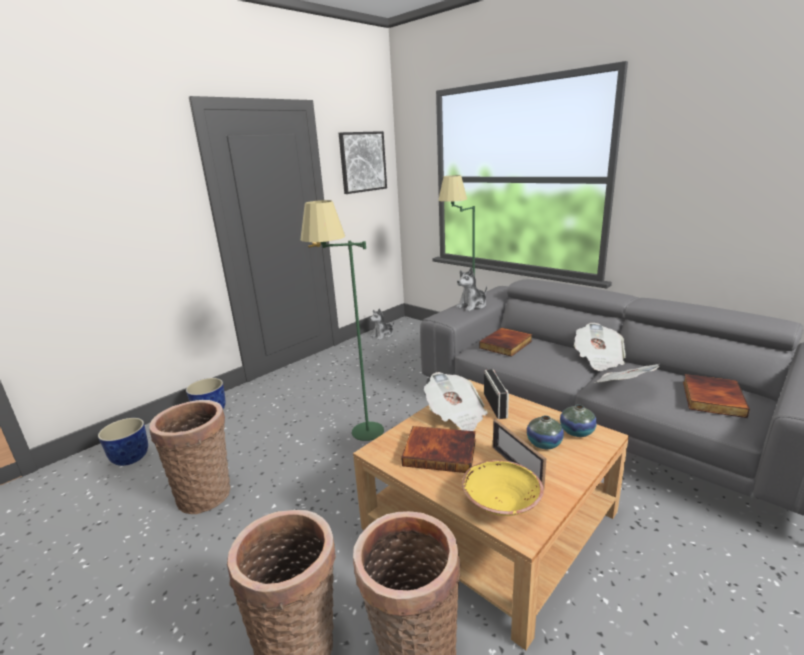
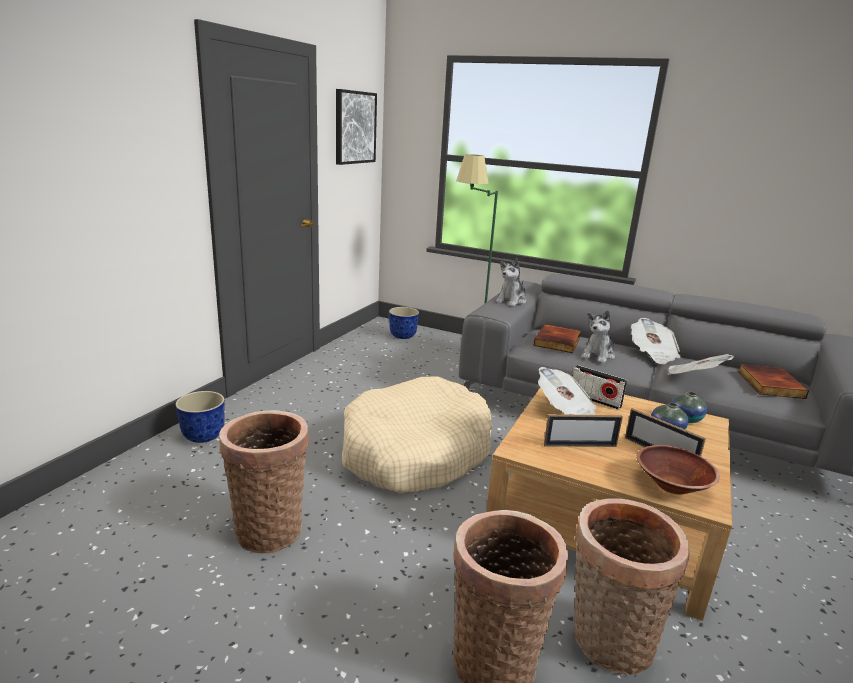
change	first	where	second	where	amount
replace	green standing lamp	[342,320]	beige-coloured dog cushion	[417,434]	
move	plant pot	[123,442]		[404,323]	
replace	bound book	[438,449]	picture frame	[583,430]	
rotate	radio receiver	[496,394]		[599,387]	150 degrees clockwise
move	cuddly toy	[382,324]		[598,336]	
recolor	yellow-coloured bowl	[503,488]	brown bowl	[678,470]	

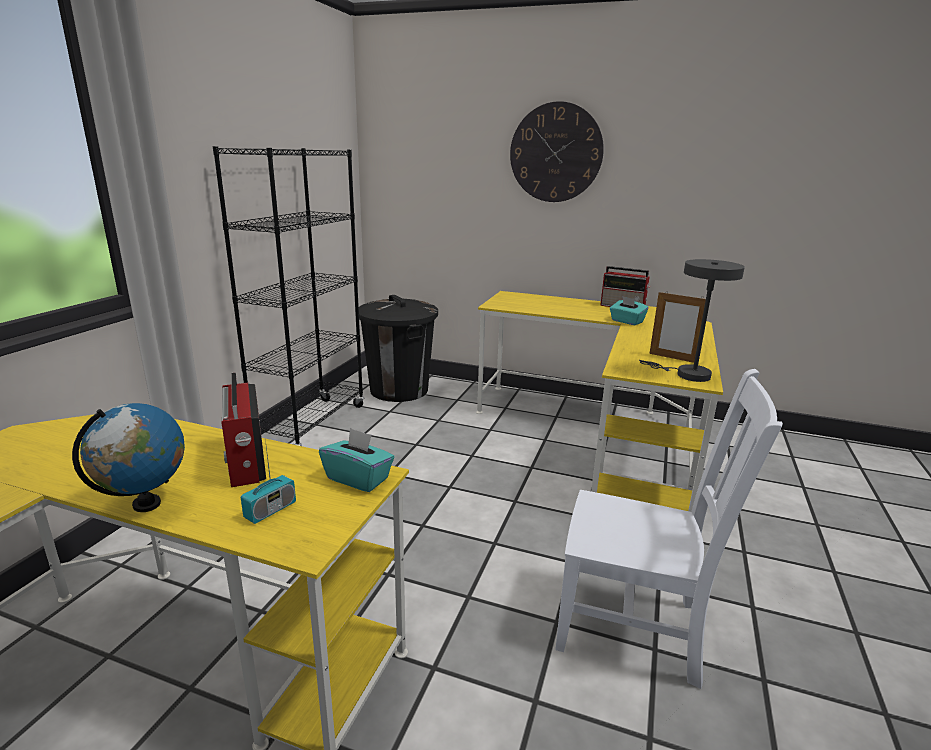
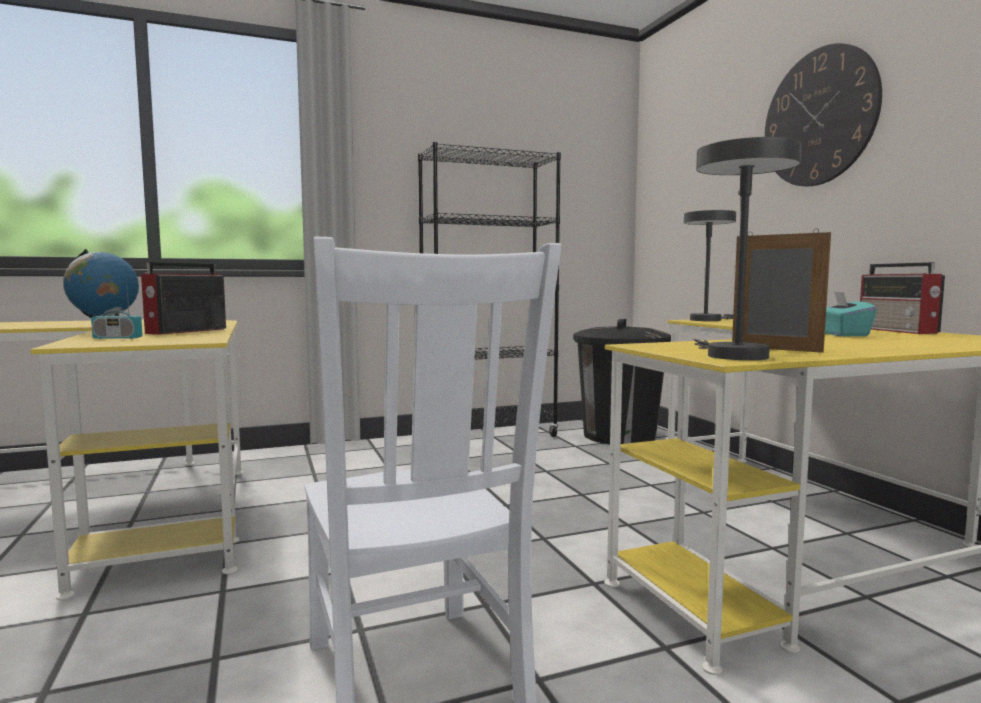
change	first	where	second	where	amount
insert			greyish lamp for a table	[710,265]	
rotate	picture frame	[677,327]		[781,291]	135 degrees clockwise
delete	turquoise tissue box	[356,460]			

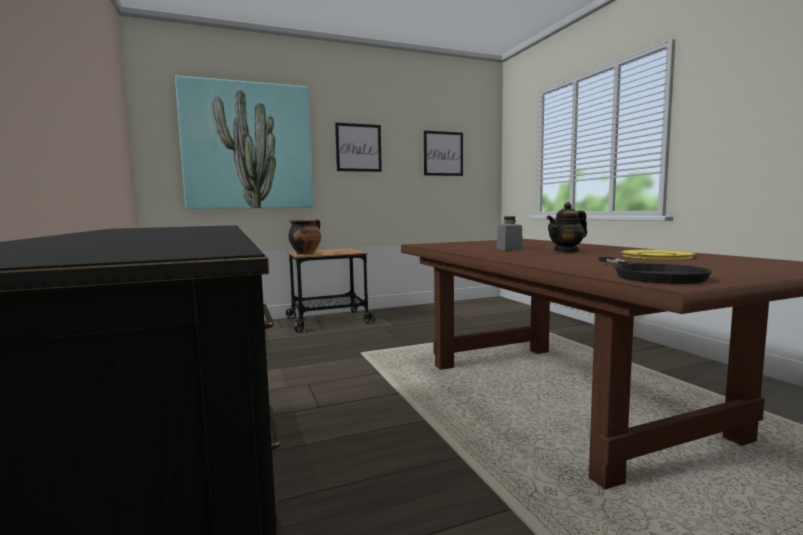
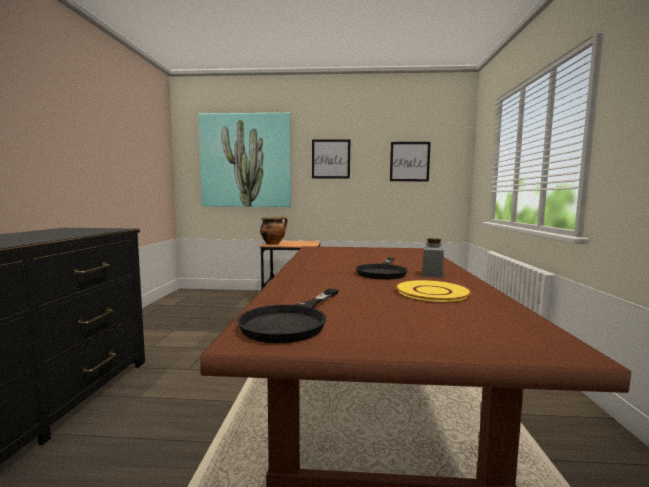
change	first	where	second	where	amount
replace	pot for tea	[567,227]	black skillet	[382,268]	
move	greyish storage jar	[510,233]		[433,258]	

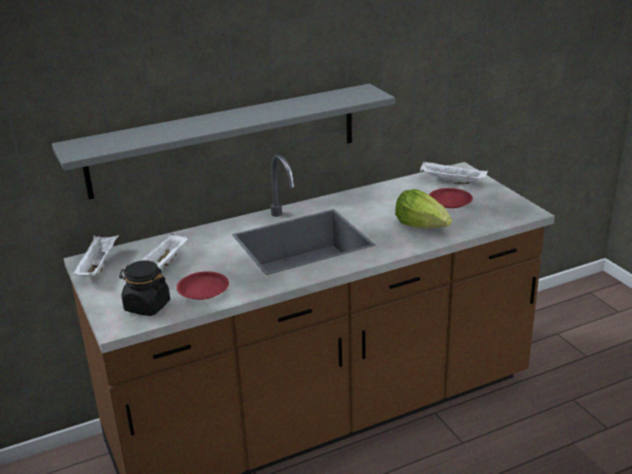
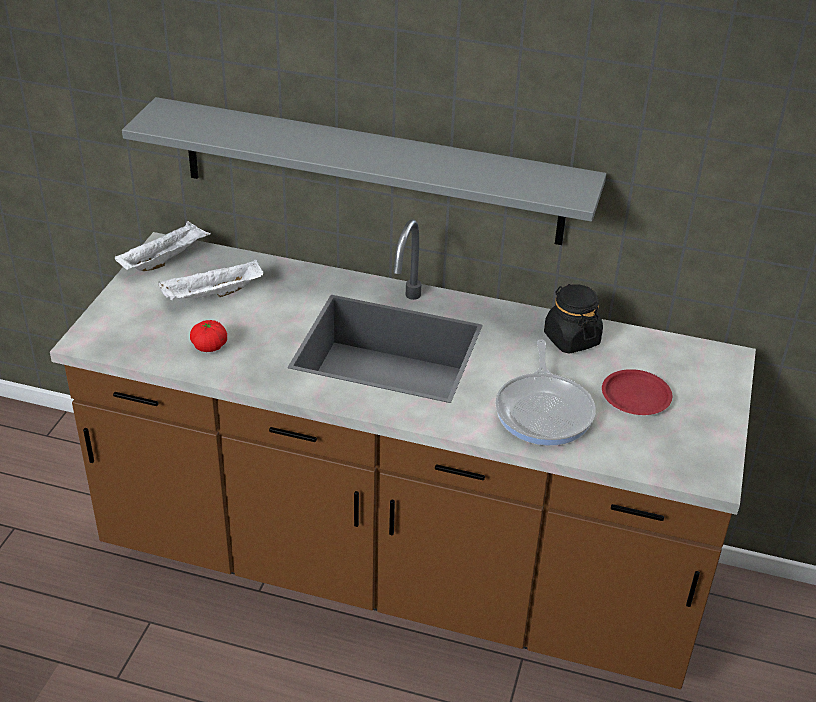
change	first	where	second	where	amount
replace	reddish plate	[202,285]	whole tomato	[208,336]	
replace	lettuce head	[423,208]	skillet	[545,393]	
move	black storage jar	[144,288]		[573,318]	
delete	whitish serving tray	[454,173]			

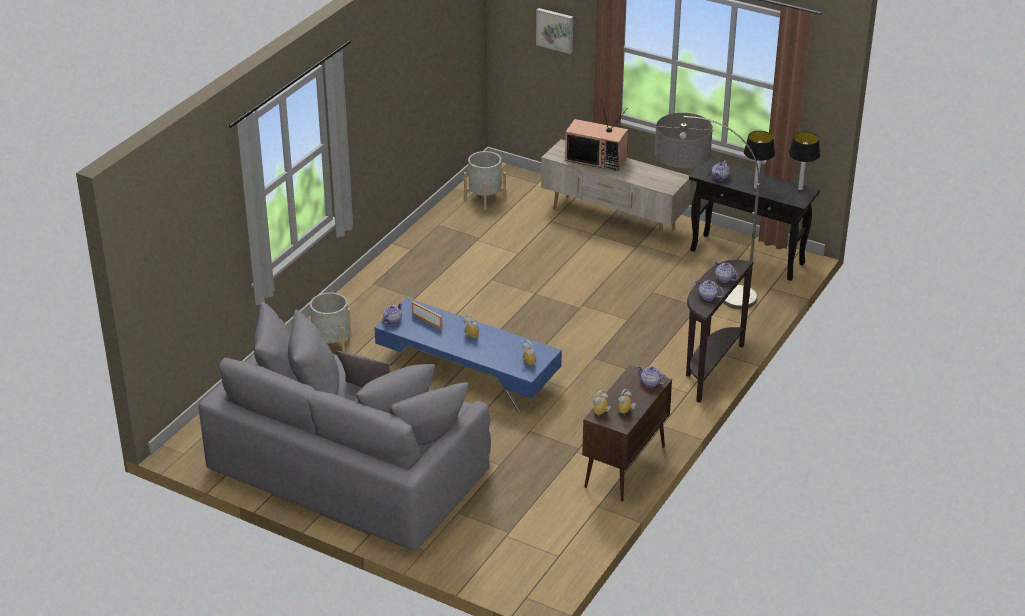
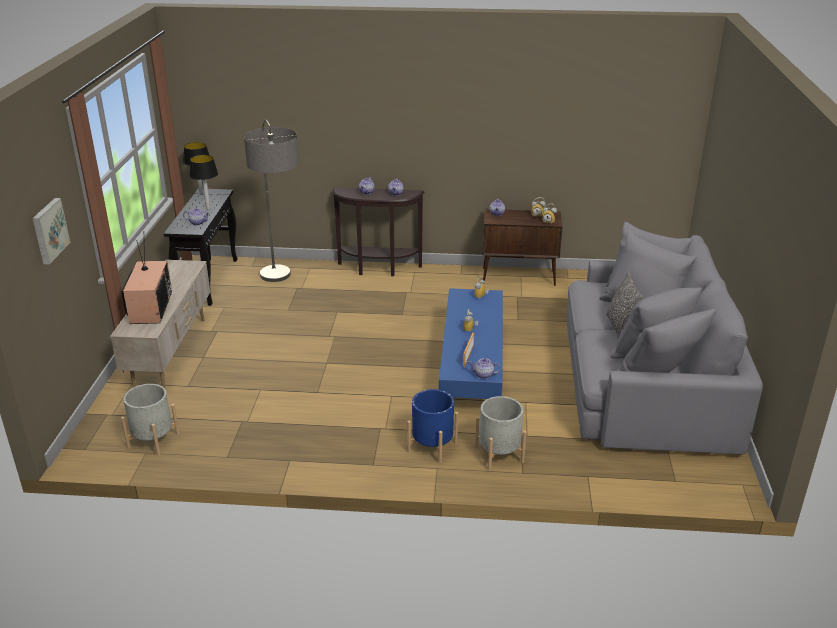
change	first	where	second	where	amount
insert			blue-coloured plant pot	[432,426]	

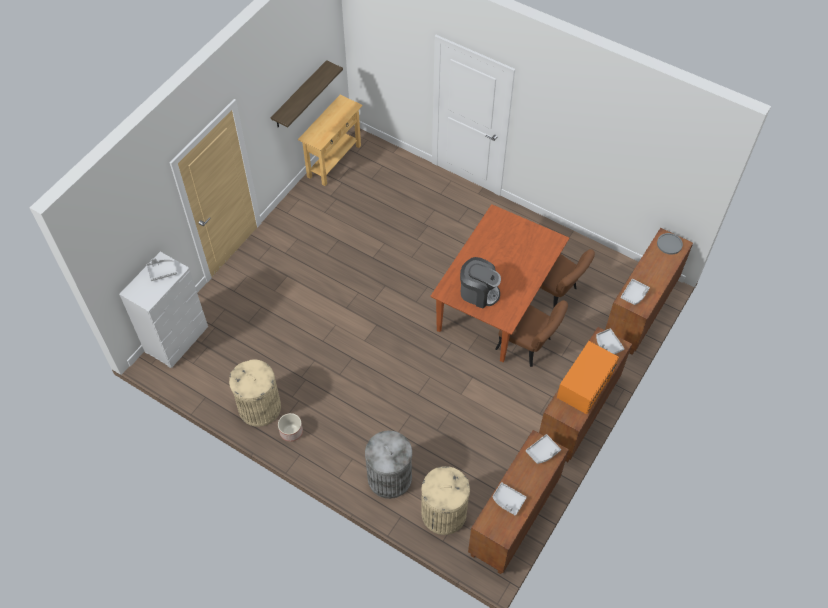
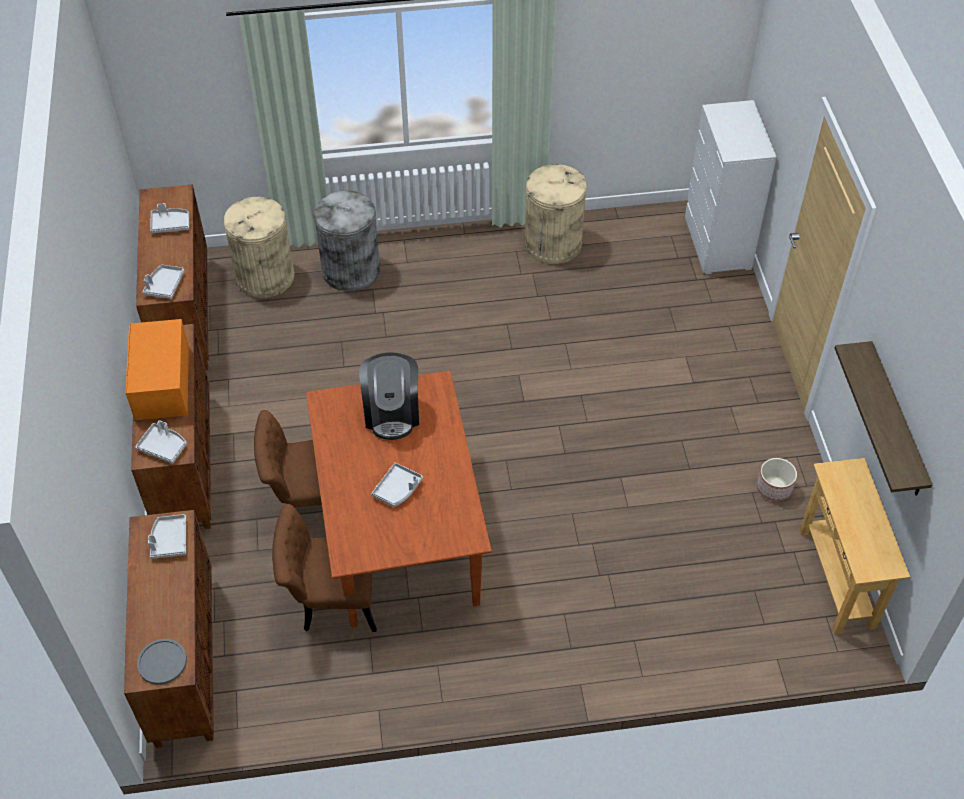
change	first	where	second	where	amount
rotate	coffee maker	[480,282]		[389,396]	75 degrees counterclockwise
move	greyish serving tray	[162,269]		[397,485]	
move	plant pot	[290,427]		[777,479]	

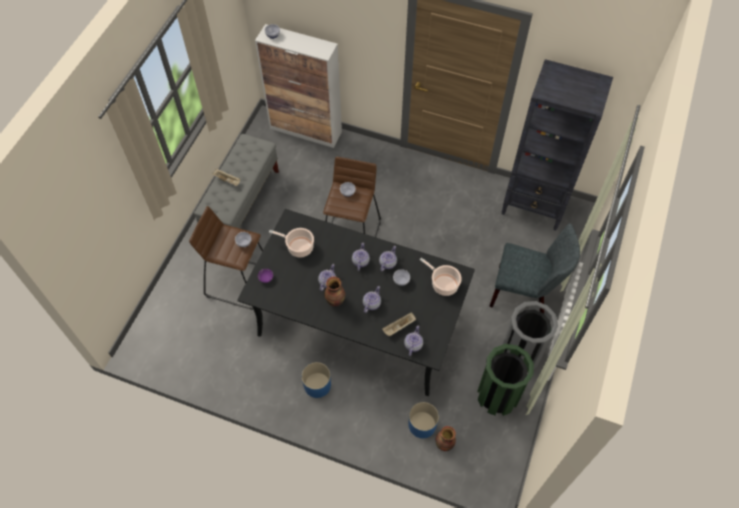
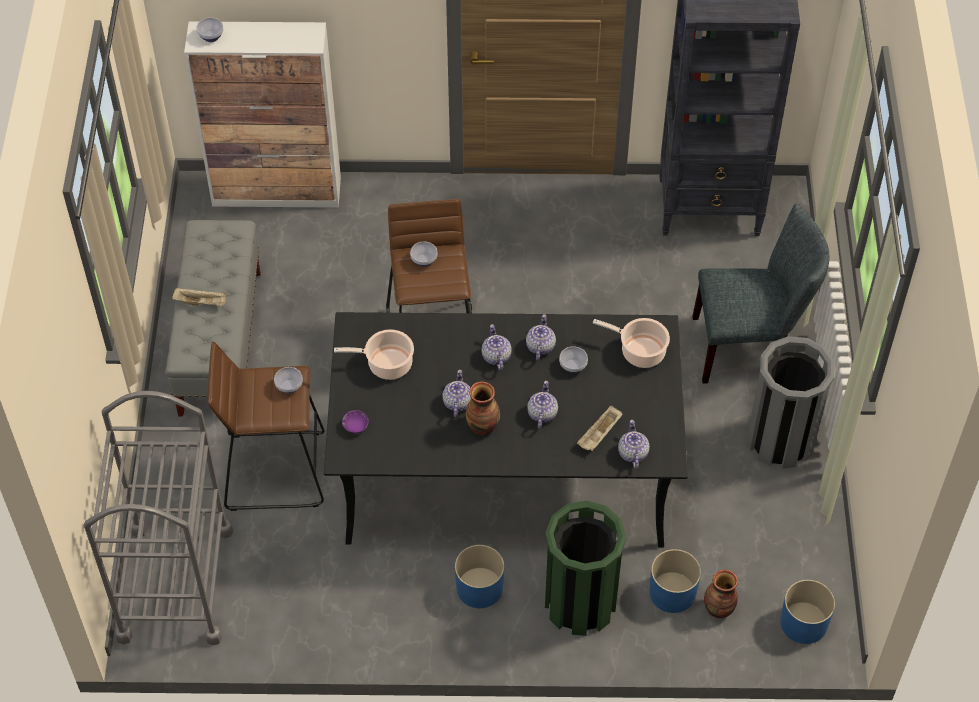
change	first	where	second	where	amount
insert			greyish trolley	[158,518]	
move	green waste bin	[505,380]		[585,568]	
insert			blue-coloured plant pot	[807,612]	

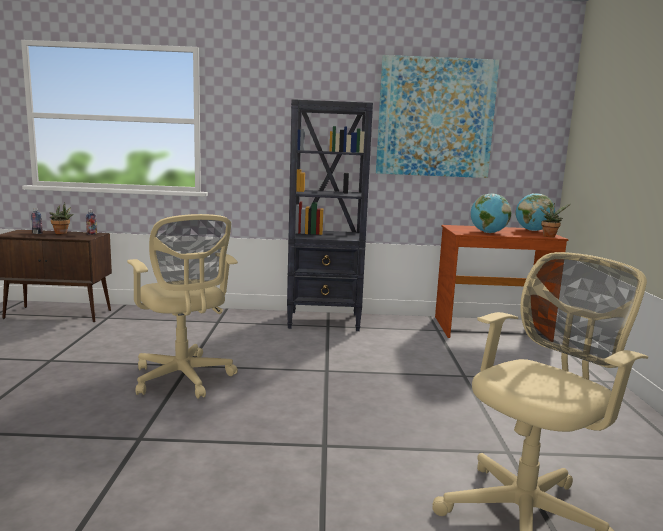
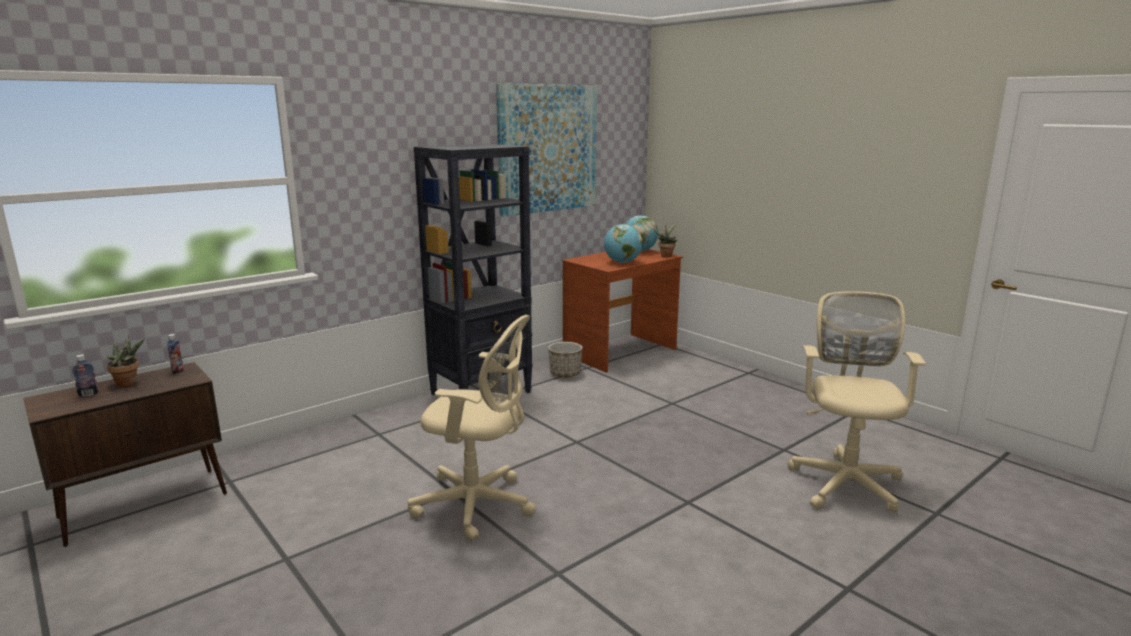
change	first	where	second	where	amount
insert			plant pot	[565,360]	

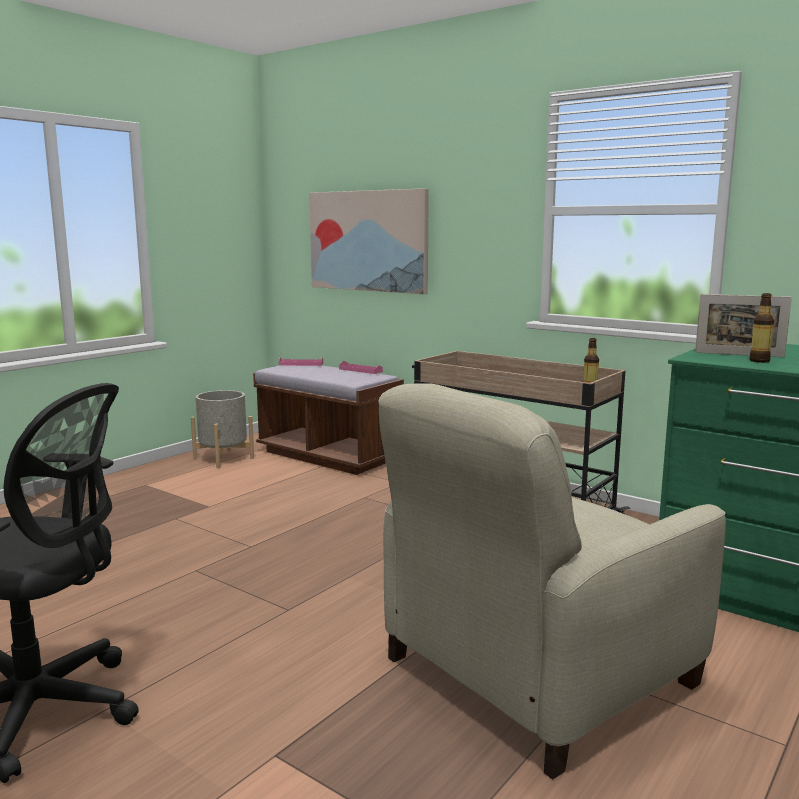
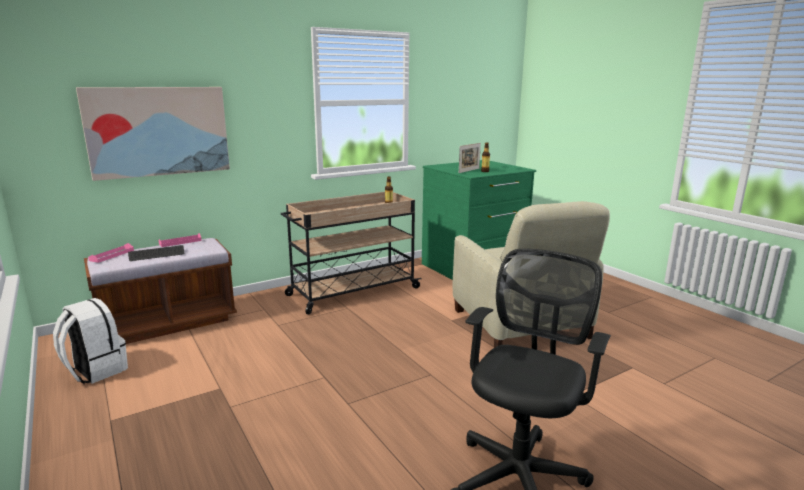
change	first	where	second	where	amount
replace	greyish plant pot	[222,429]	whitish knapsack	[90,341]	
insert			PC keyboard	[156,253]	

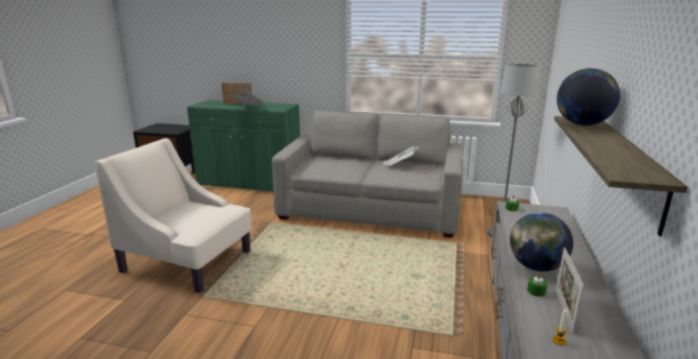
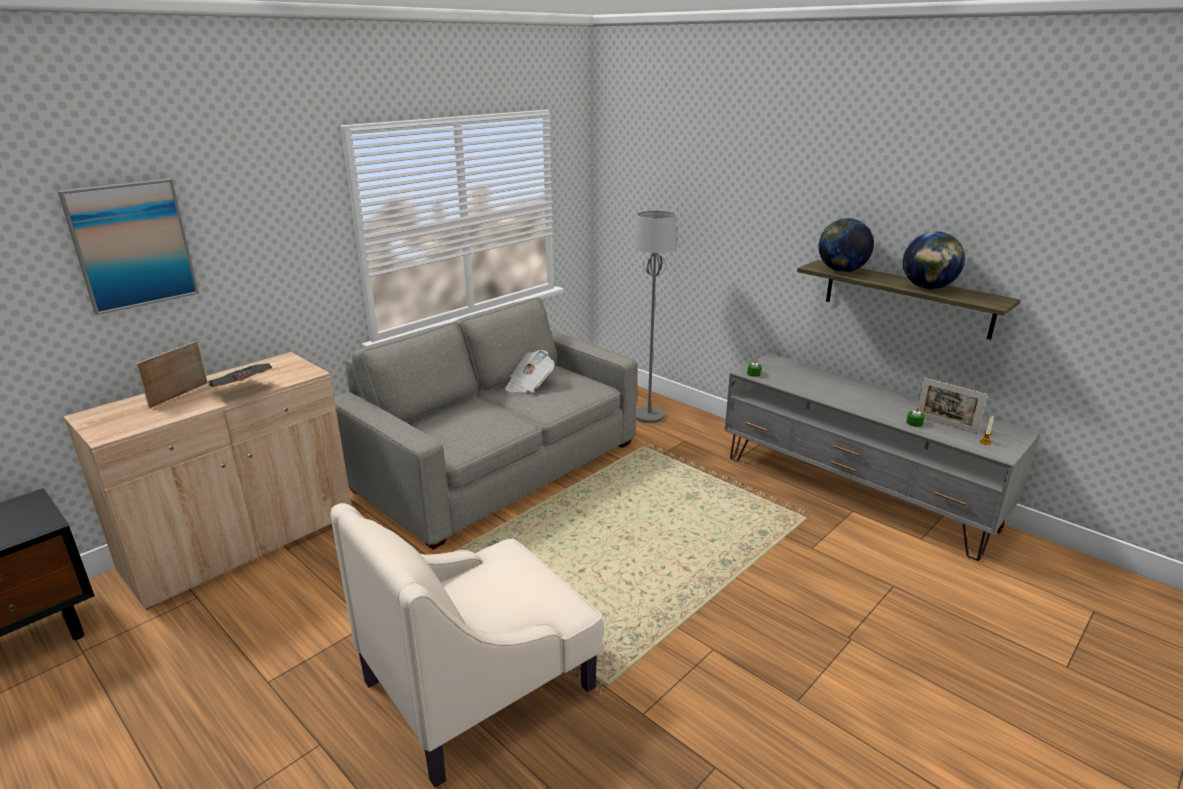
change	first	where	second	where	amount
insert			picture	[128,247]	
recolor	green cupboard	[243,146]	beige-coloured cupboard	[207,481]	
move	desk globe	[541,242]		[934,261]	

